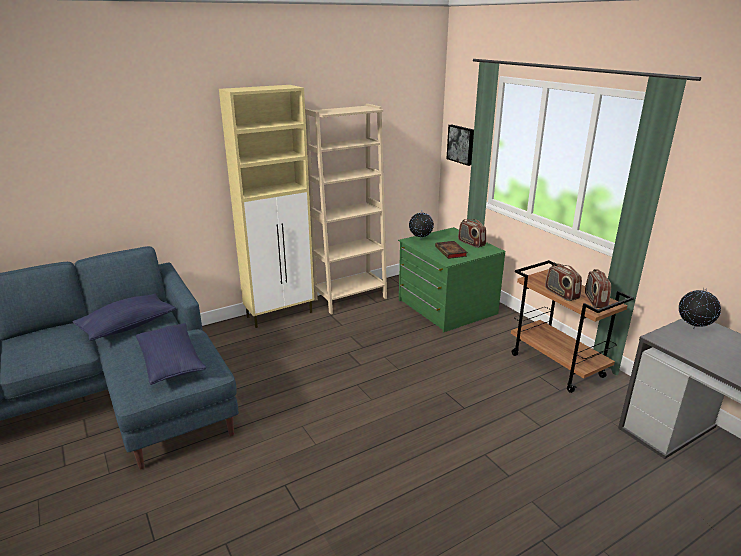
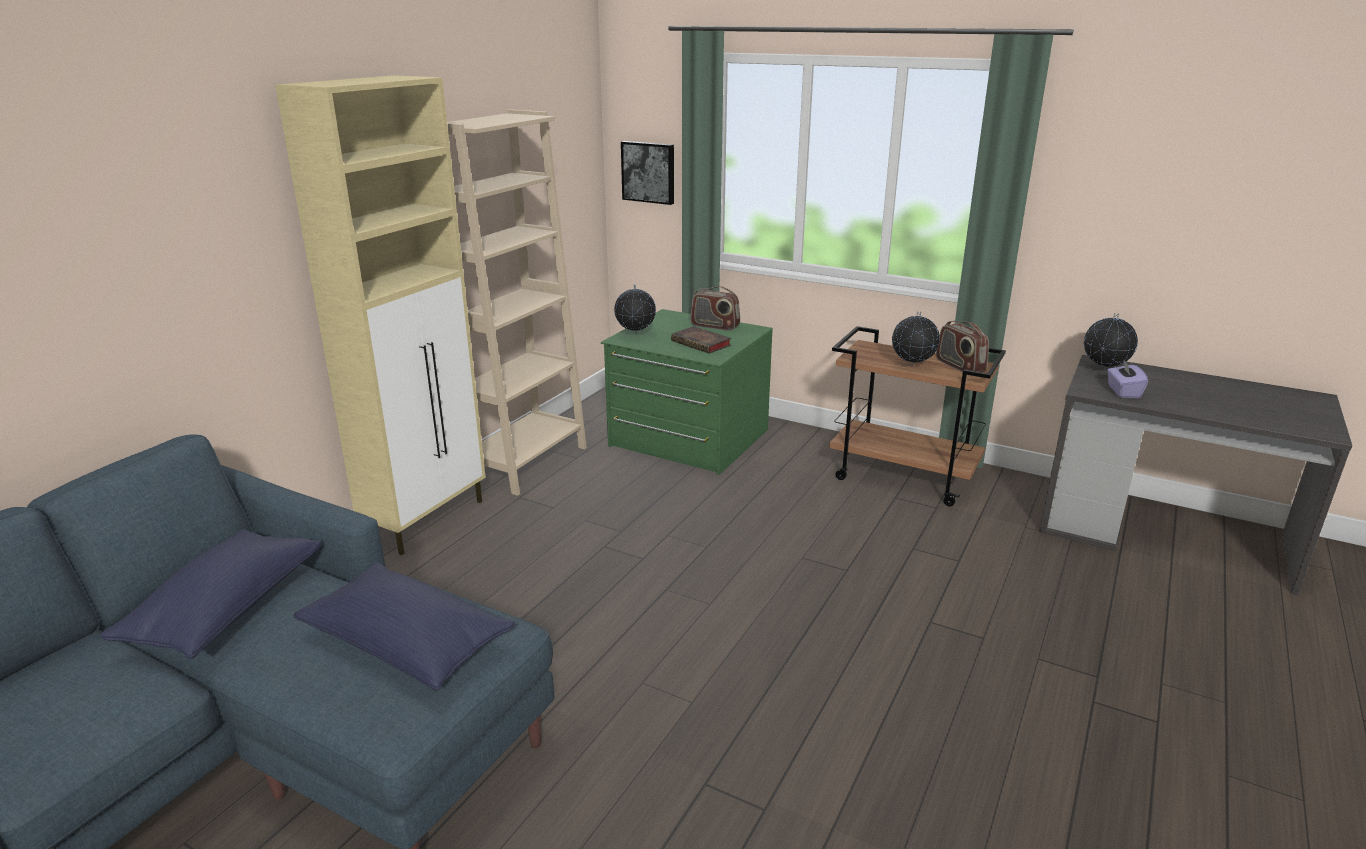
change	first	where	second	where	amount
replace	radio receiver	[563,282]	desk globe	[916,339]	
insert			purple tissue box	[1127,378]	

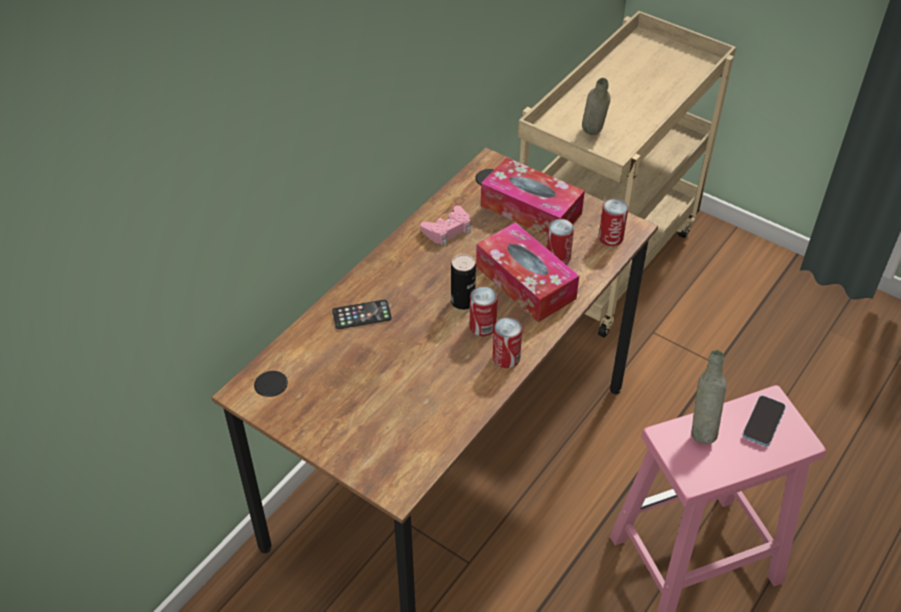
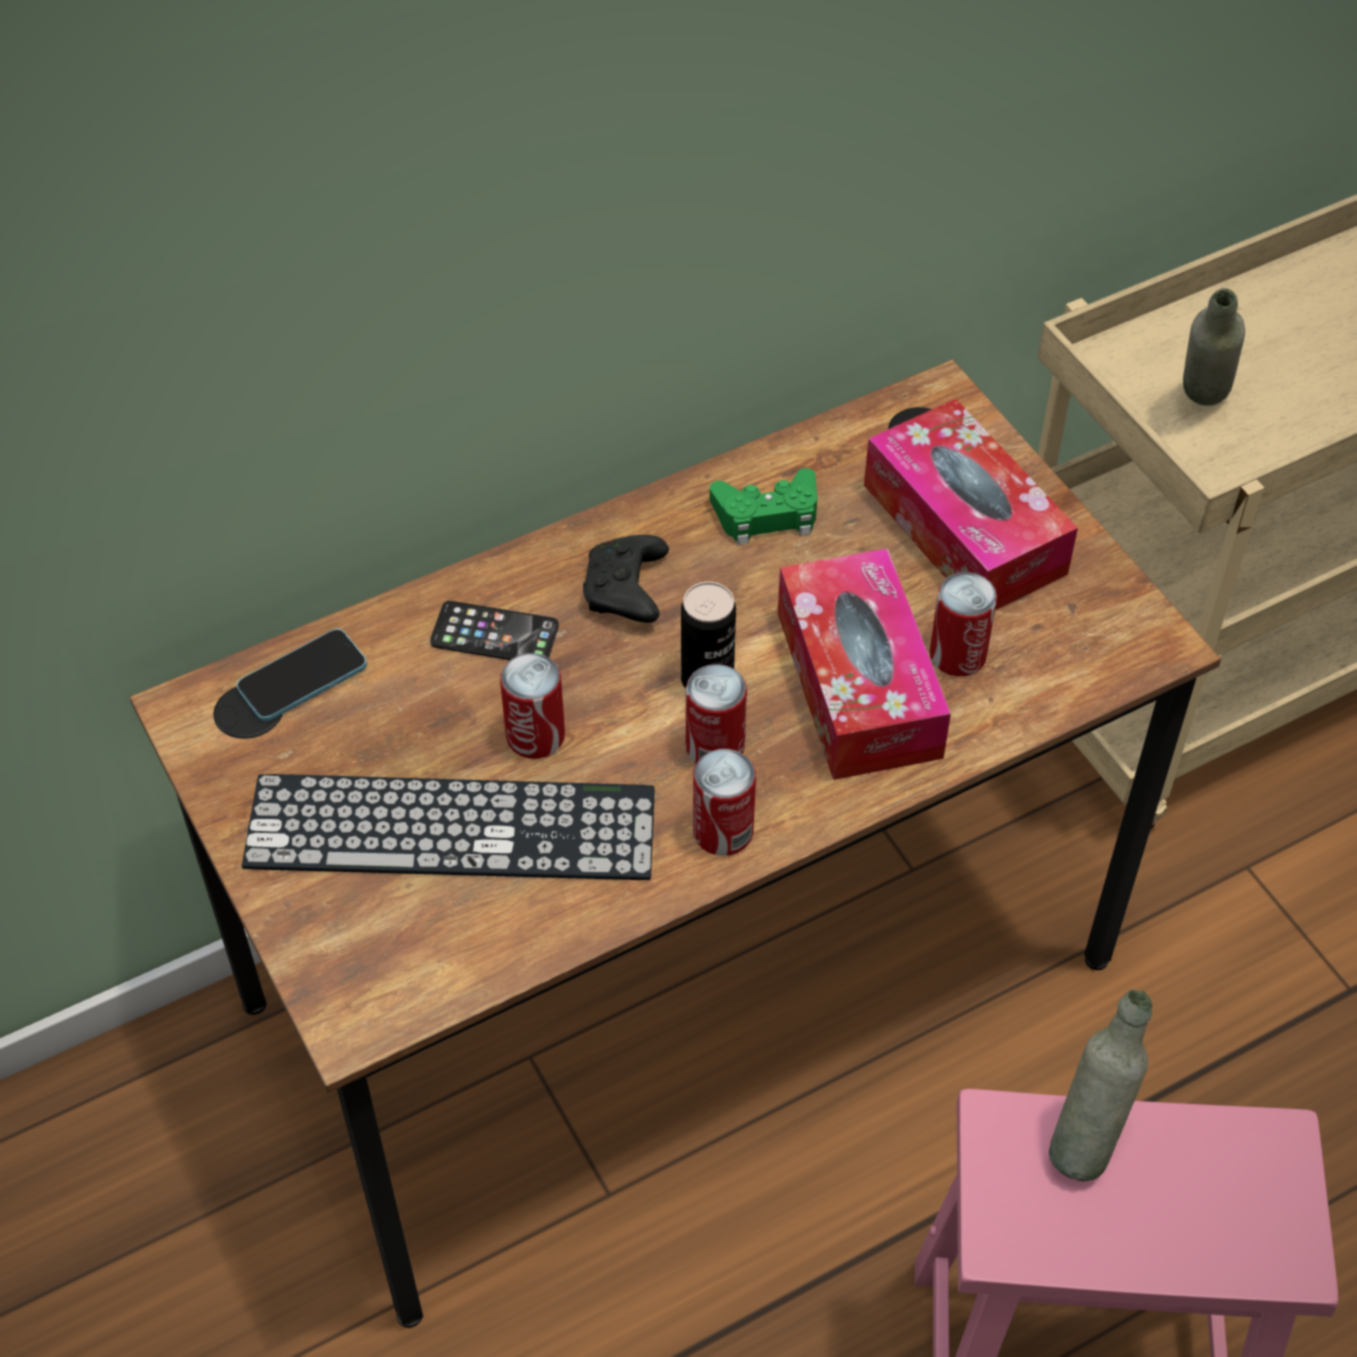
change	first	where	second	where	amount
move	phone	[764,420]		[302,675]	
insert			PC keyboard	[448,827]	
move	metal can	[613,222]		[532,706]	
insert			black game controller	[626,579]	
recolor	pink game controller	[445,225]	green game controller	[764,506]	

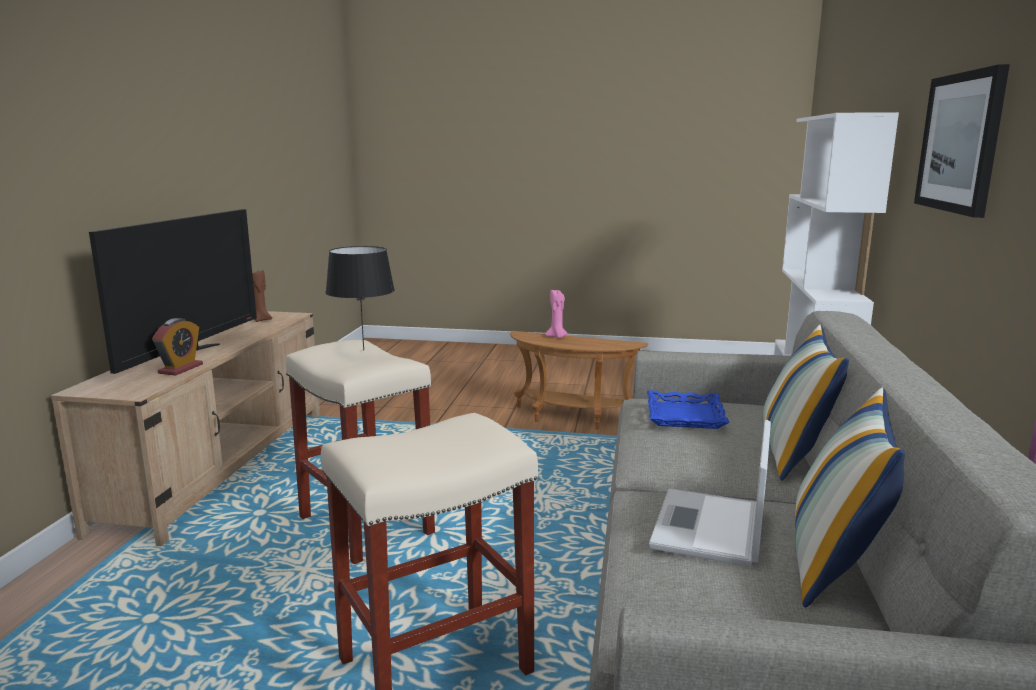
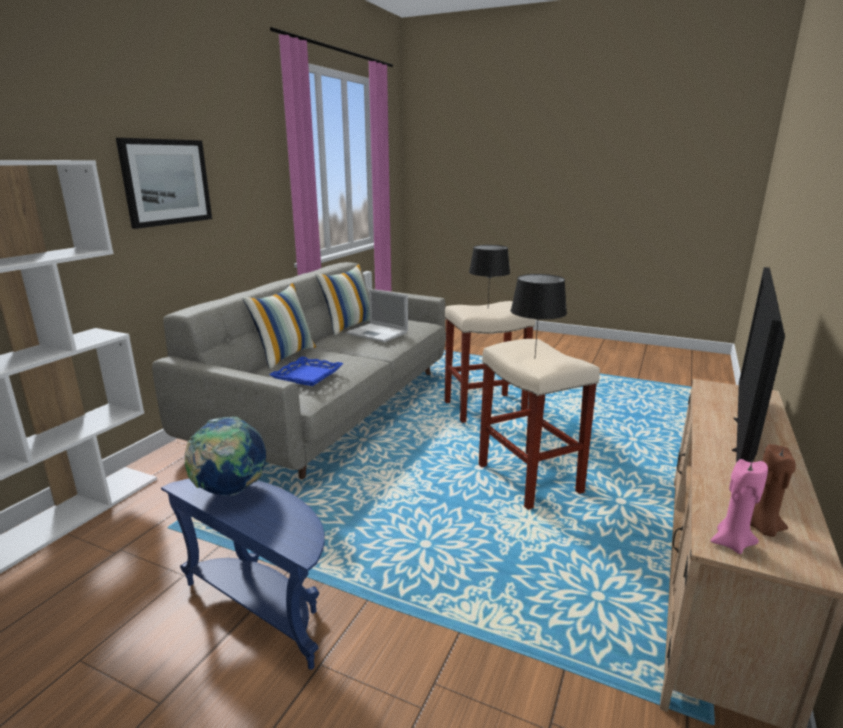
change	first	where	second	where	amount
recolor	brown side table	[579,380]	blue-coloured side table	[243,574]	
insert			desk globe	[225,456]	
rotate	laptop	[710,493]		[377,315]	90 degrees clockwise
insert			black lamp for a table	[489,274]	
move	pink wax candle	[556,314]		[739,506]	
delete	table clock	[177,347]			

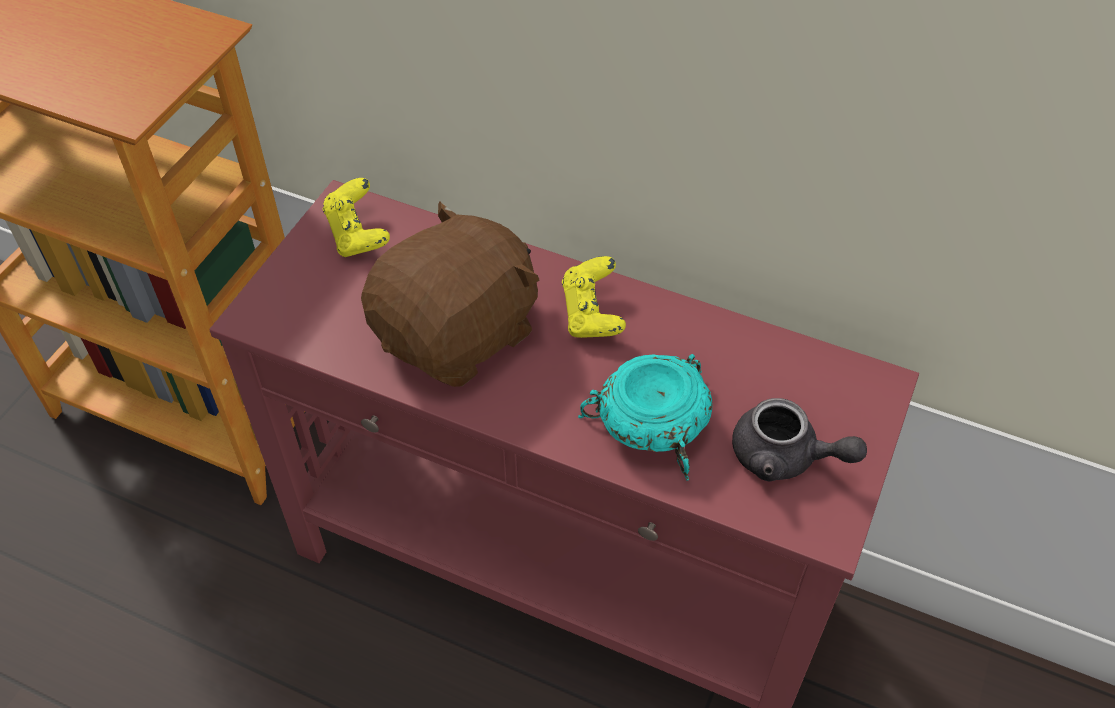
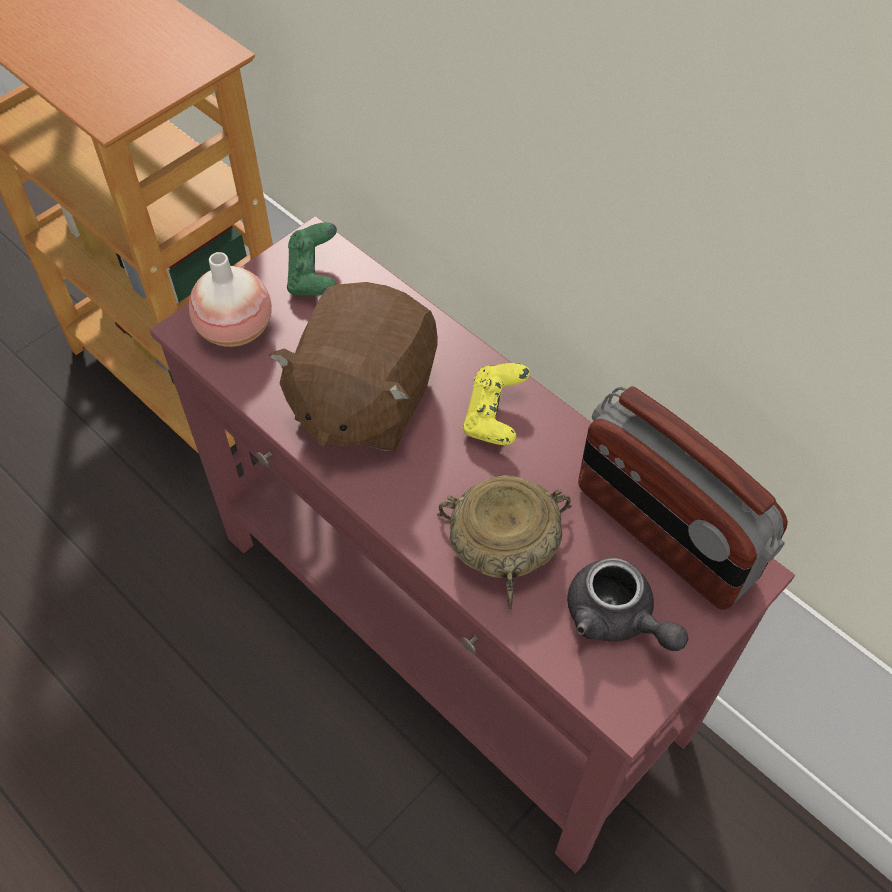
change	first	where	second	where	amount
insert			flower vase	[230,299]	
rotate	brown cuddly toy	[450,294]		[353,366]	135 degrees clockwise
recolor	yellow-coloured game controller	[356,217]	green game controller	[312,258]	
recolor	turquoise bowl	[645,417]	beige-coloured bowl	[504,543]	
insert			radio receiver	[683,498]	

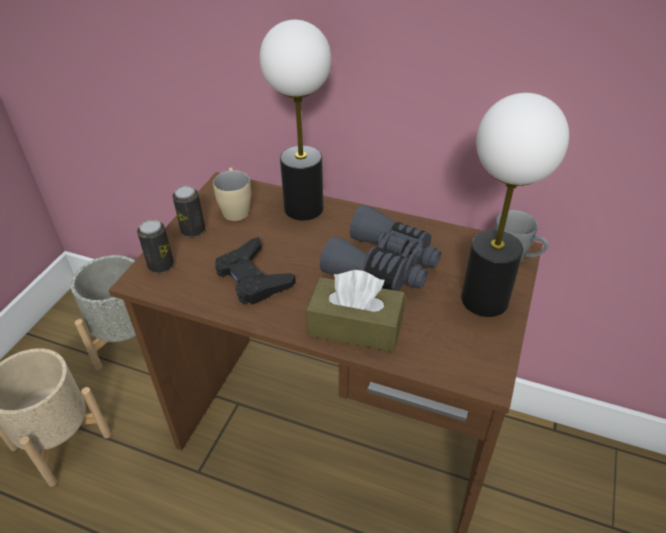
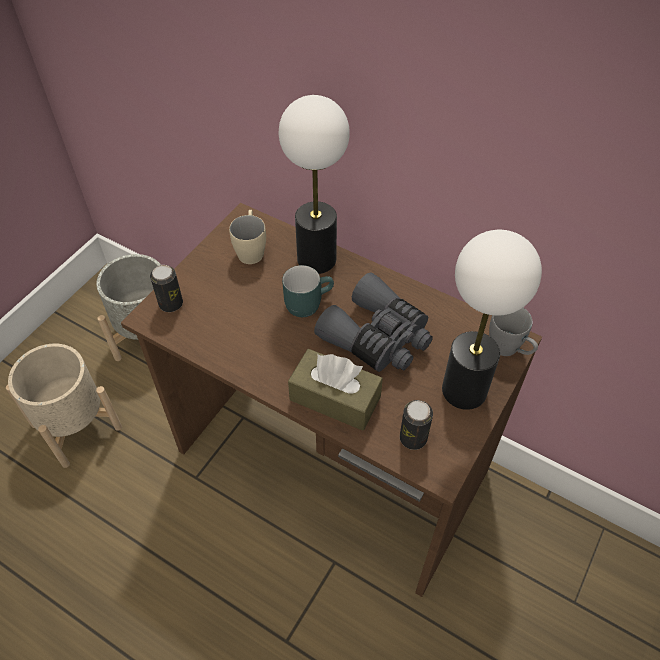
change	first	where	second	where	amount
insert			turquoise mug	[308,291]	
move	metal can	[189,211]		[416,425]	
delete	black game controller	[255,271]			

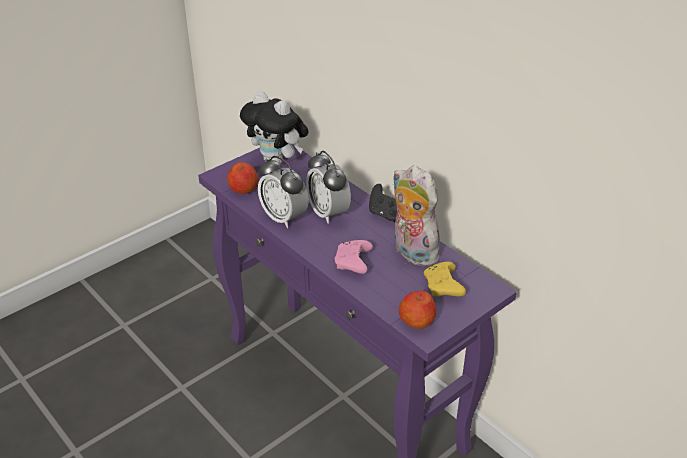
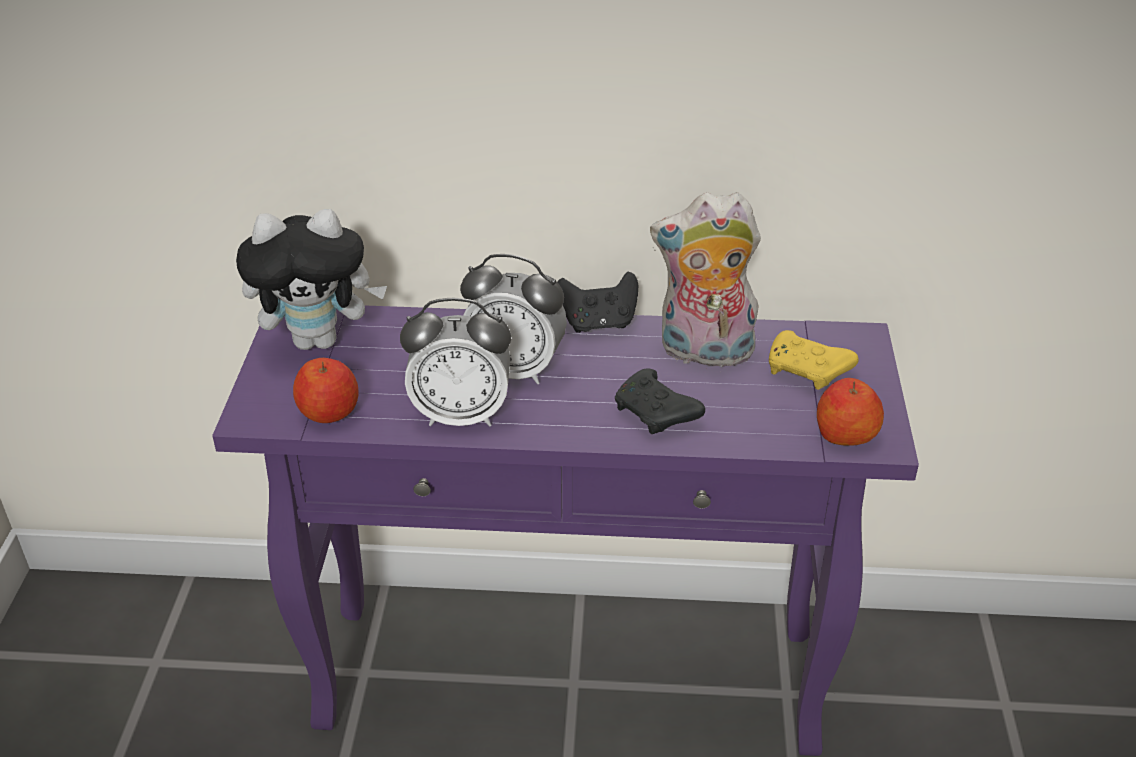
change	first	where	second	where	amount
recolor	pink game controller	[354,257]	black game controller	[660,401]	

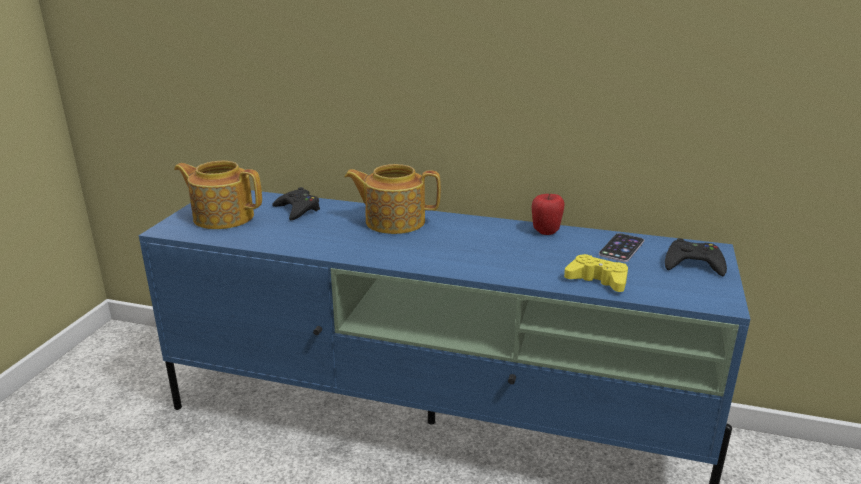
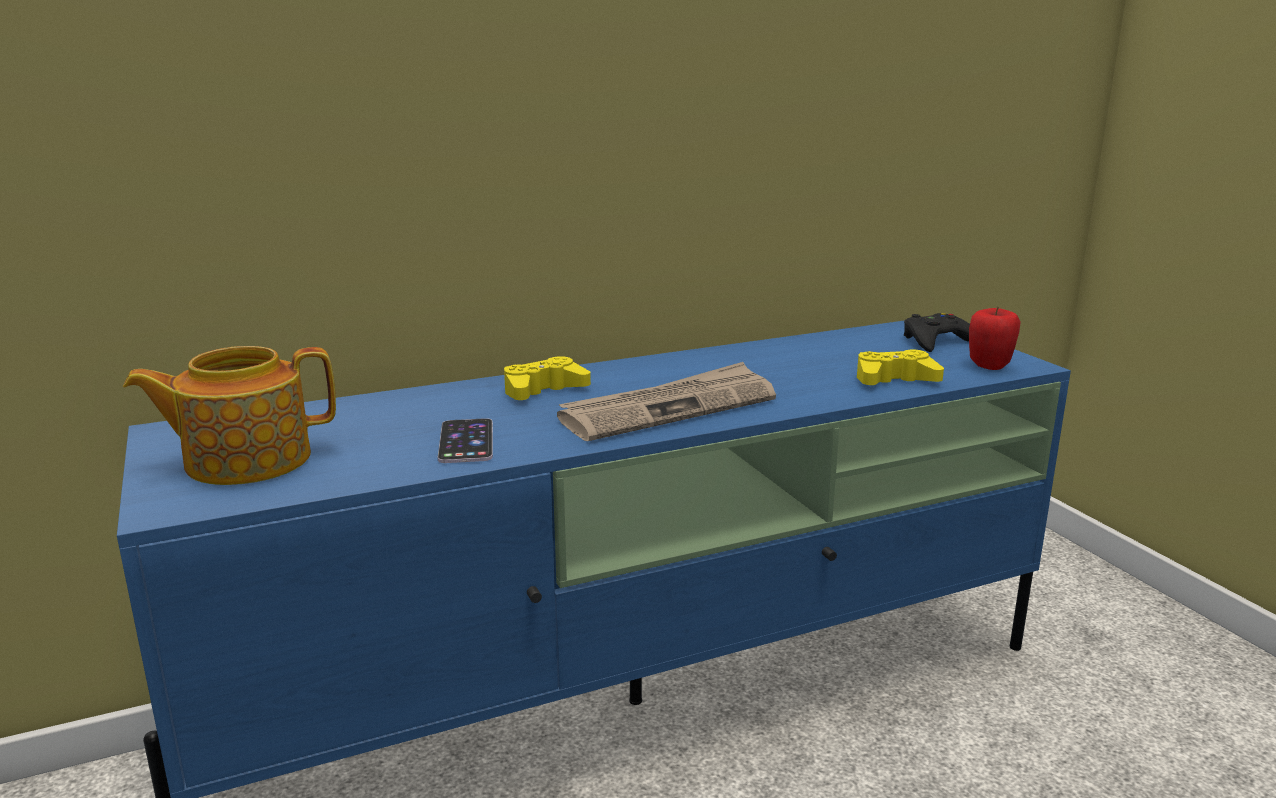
change	first	where	second	where	amount
move	phone	[621,247]		[465,440]	
replace	pot for tea	[392,199]	yellow-coloured game controller	[547,378]	
insert			printed paper	[666,401]	
move	apple fruit	[548,214]		[995,338]	
delete	black game controller	[296,203]			

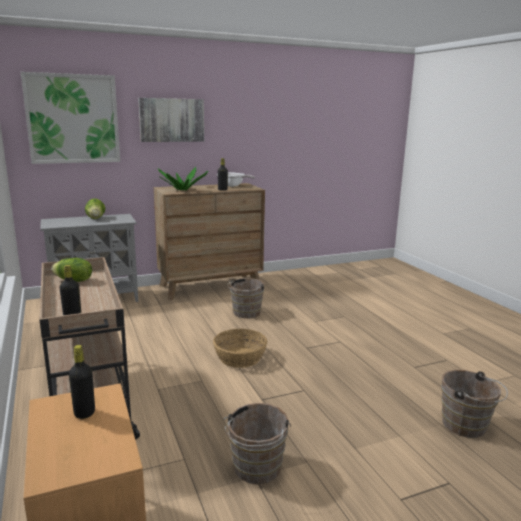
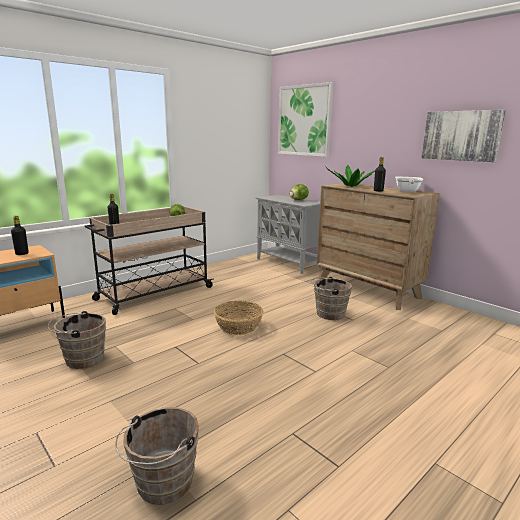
change	first	where	second	where	amount
move	picture	[171,120]		[463,136]	

